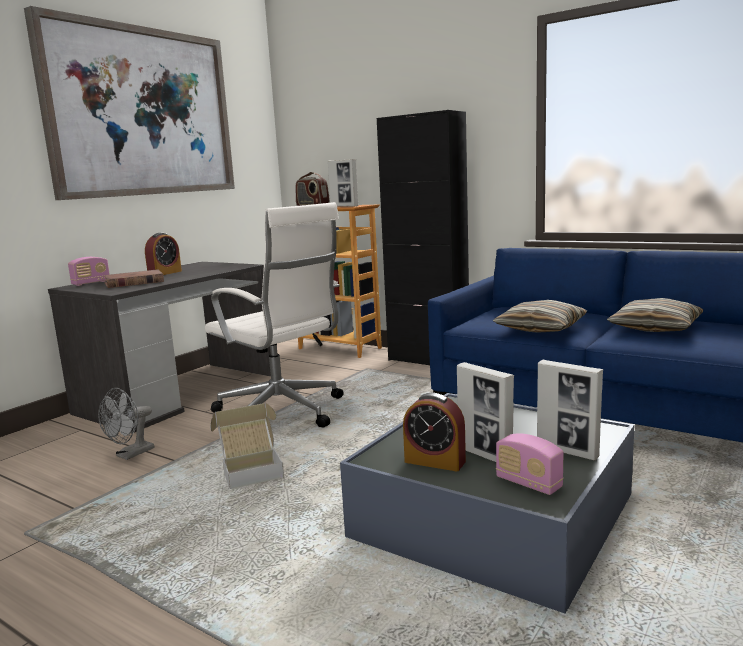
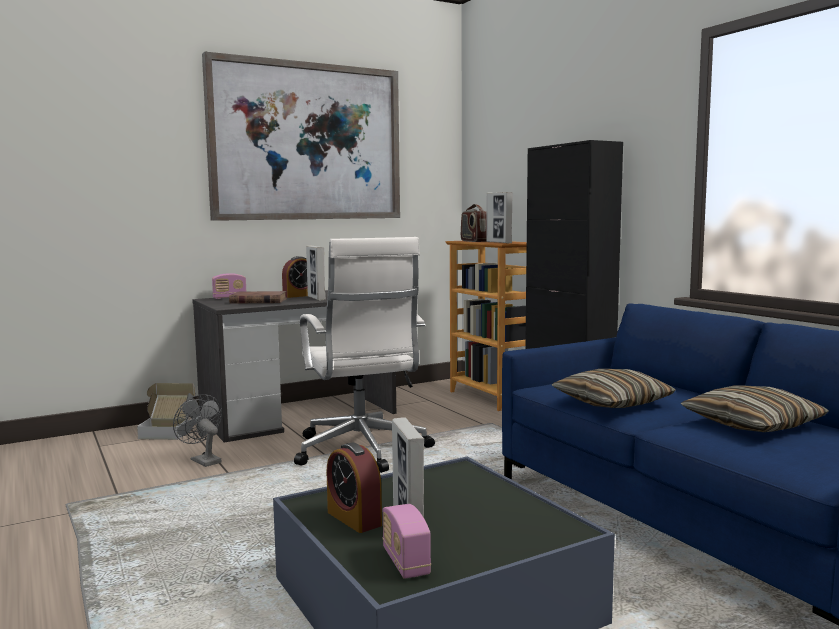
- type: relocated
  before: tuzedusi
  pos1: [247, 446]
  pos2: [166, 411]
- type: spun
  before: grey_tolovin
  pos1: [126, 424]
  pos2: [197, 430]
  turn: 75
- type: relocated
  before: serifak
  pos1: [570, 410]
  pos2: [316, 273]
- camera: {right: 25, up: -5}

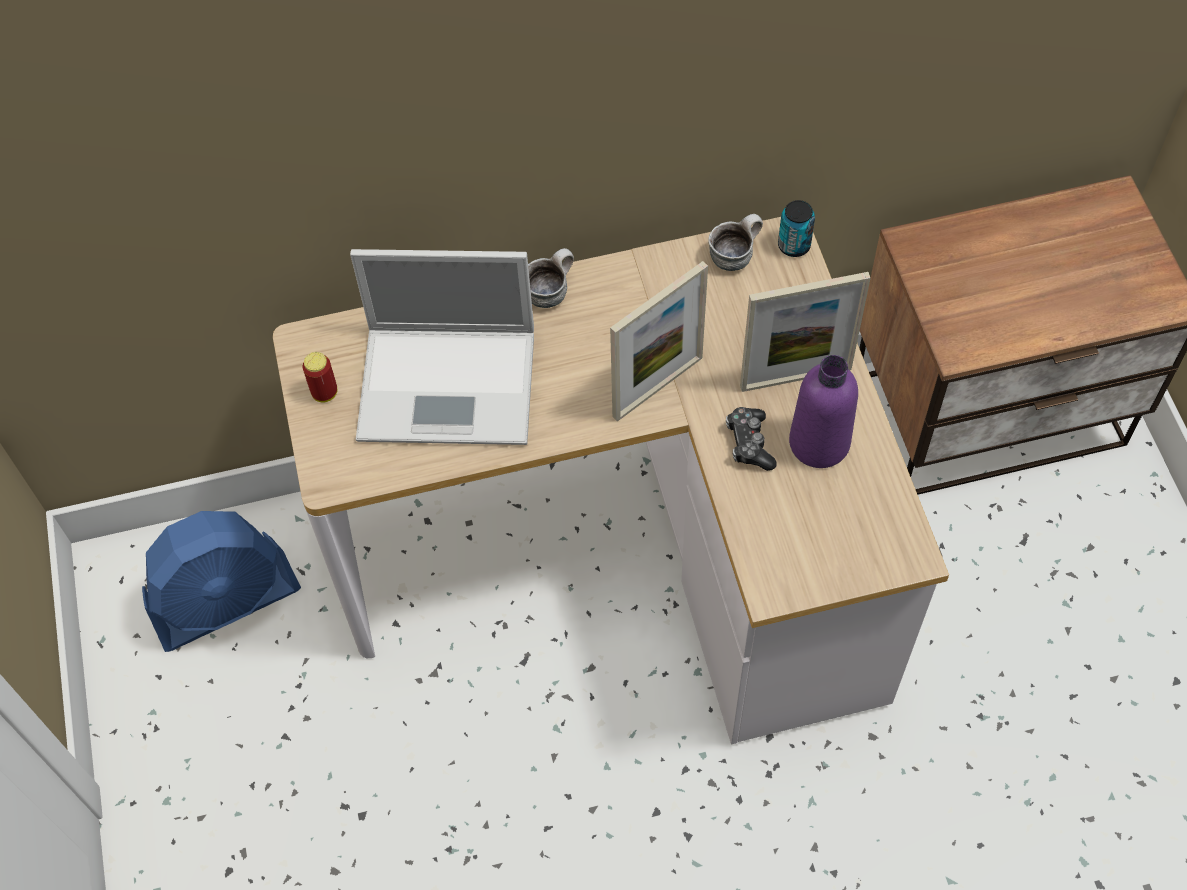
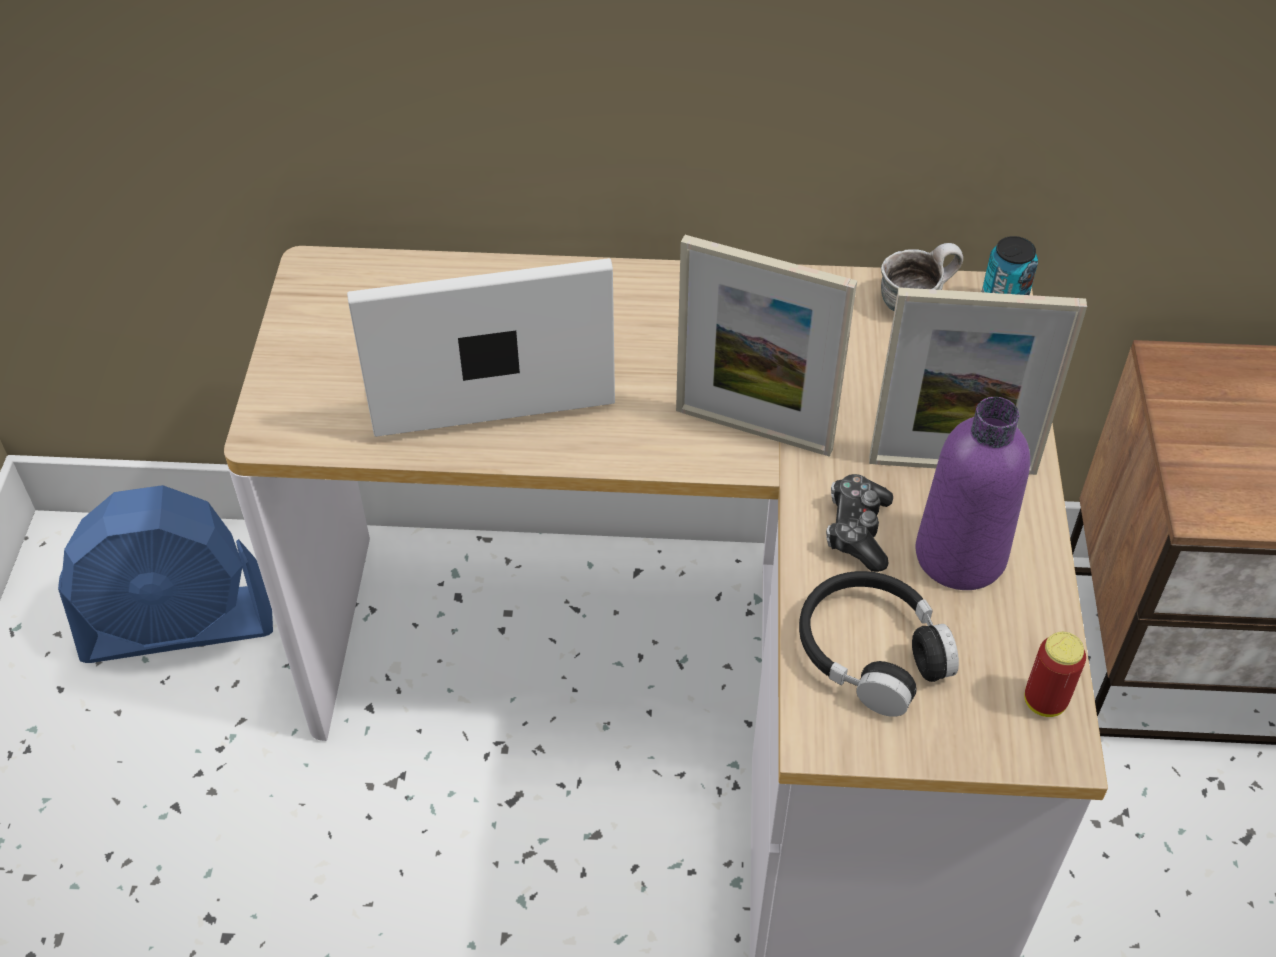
- type: spun
  before: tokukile
  pos1: [442, 347]
  pos2: [481, 347]
  turn: 150
- type: spun
  before: serifak
  pos1: [659, 341]
  pos2: [766, 346]
  turn: 45
- type: appeared
  after: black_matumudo
  pos2: [879, 644]
- type: relocated
  before: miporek
  pos1: [320, 377]
  pos2: [1055, 674]
- type: missing
  before: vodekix
  pos1: [551, 278]
- camera: {right: 15, up: -10}

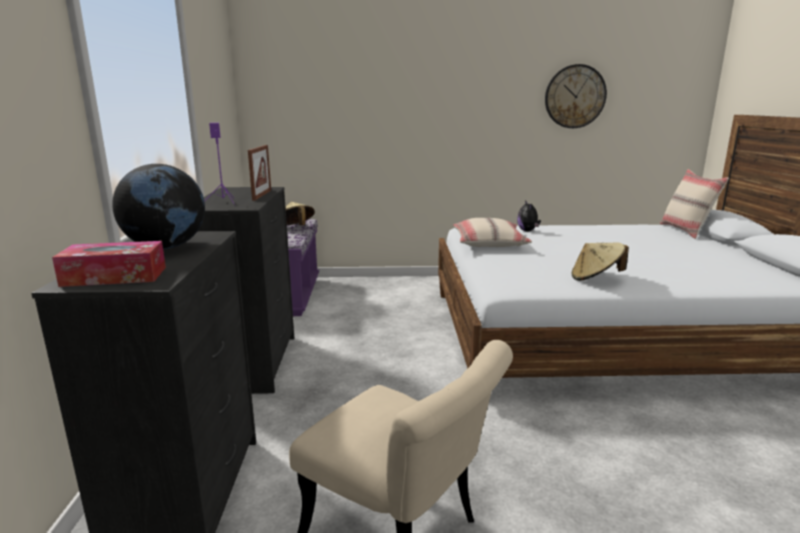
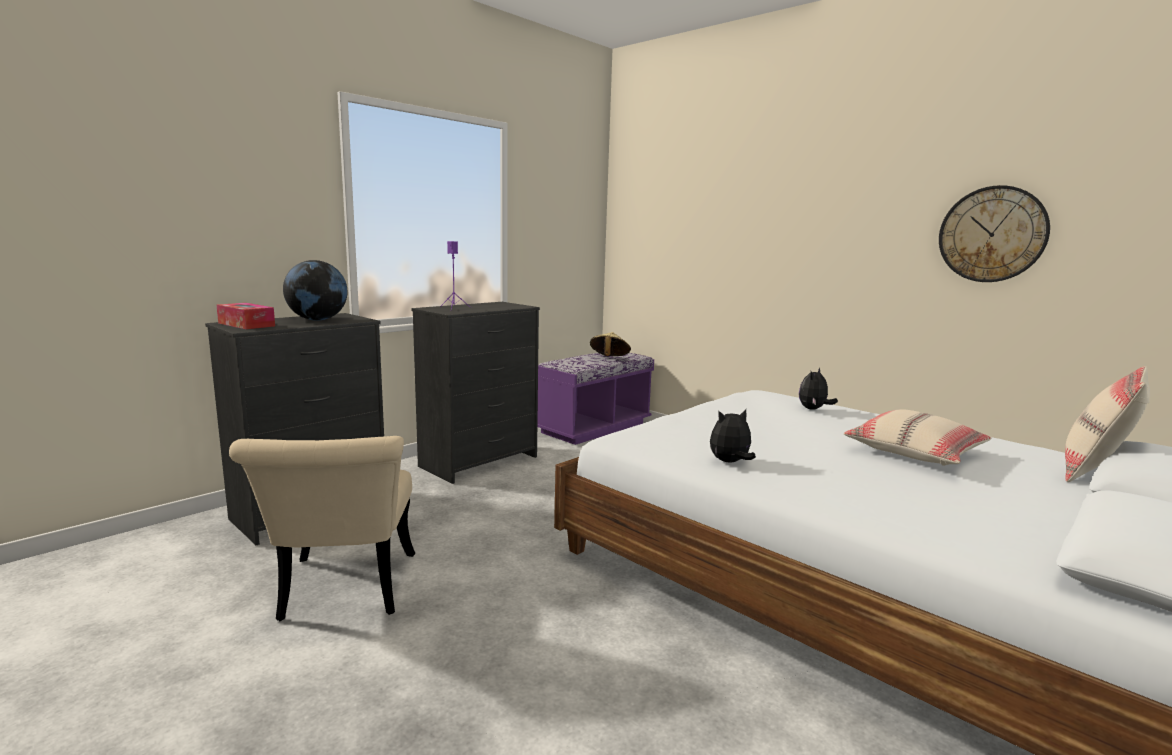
- type: exchanged
  before: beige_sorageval
  after: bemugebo
  pos1: [600, 261]
  pos2: [733, 436]
- type: relocated
  before: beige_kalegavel
  pos1: [492, 232]
  pos2: [917, 437]
- type: missing
  before: serifak
  pos1: [259, 173]
- camera: {right: 45, up: -5}

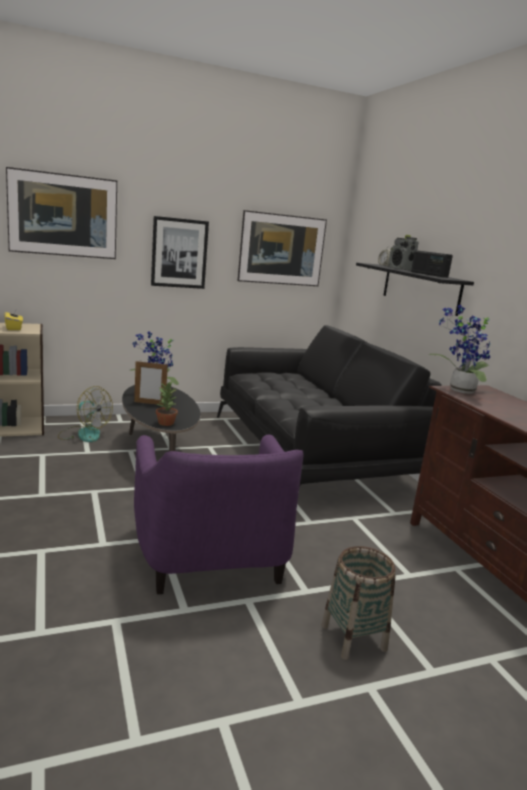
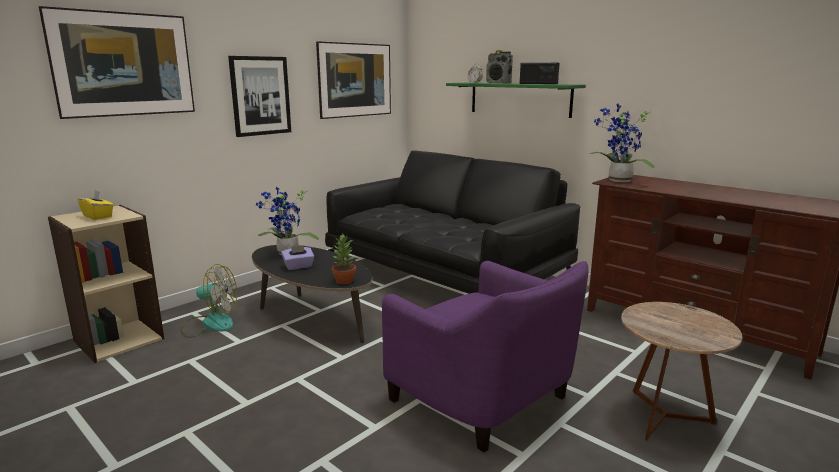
- type: exchanged
  before: serifak
  after: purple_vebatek
  pos1: [151, 383]
  pos2: [297, 257]
- type: colour
  before: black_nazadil
  after: green_nazadil
  pos1: [415, 289]
  pos2: [516, 100]
- type: exchanged
  before: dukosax
  after: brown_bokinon
  pos1: [358, 603]
  pos2: [681, 371]
- camera: {right: -25, up: 0}

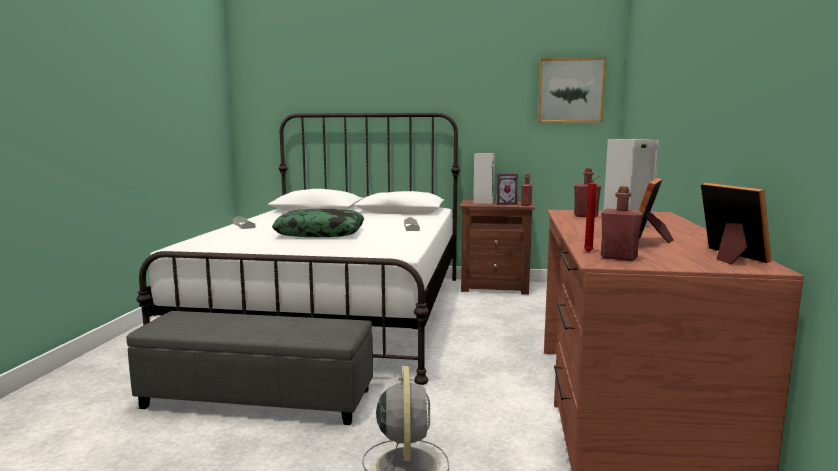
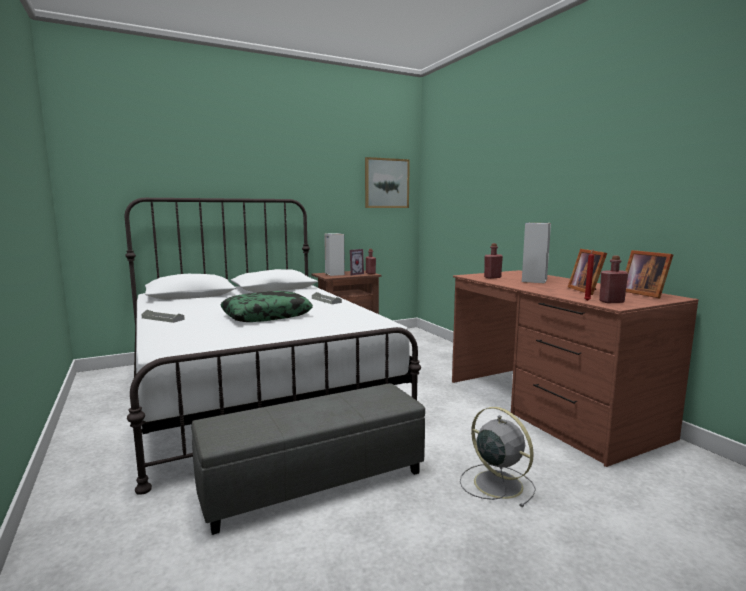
- type: spun
  before: serifak
  pos1: [736, 224]
  pos2: [649, 274]
  turn: -150
- camera: {right: -35, up: 0}

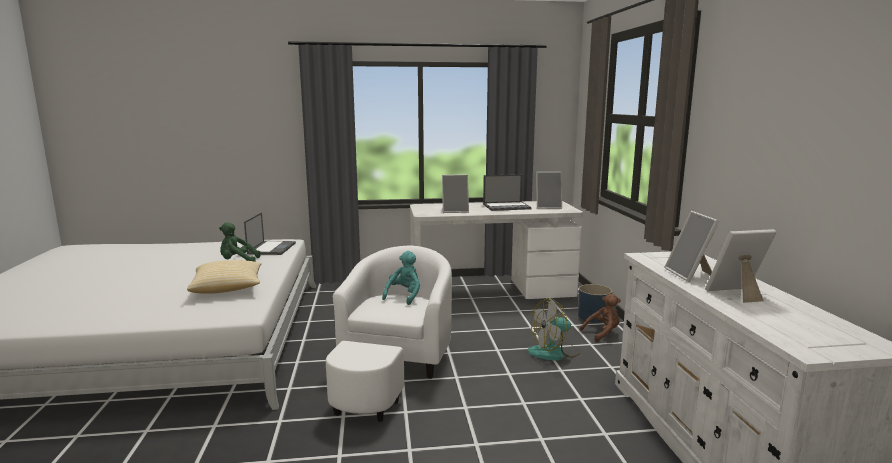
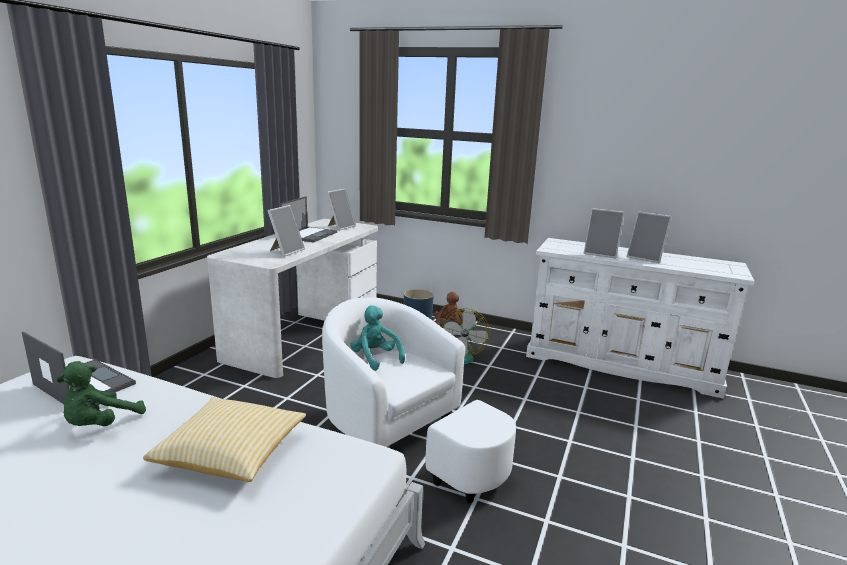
- type: spun
  before: serifak
  pos1: [740, 266]
  pos2: [649, 237]
  turn: -75
- camera: {right: -60, up: 5}

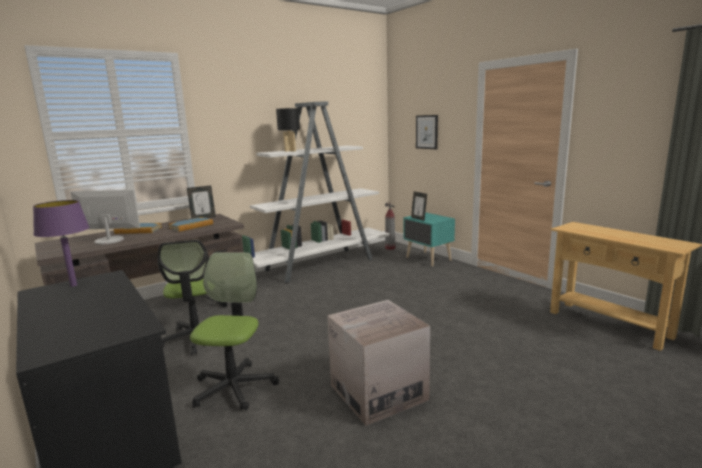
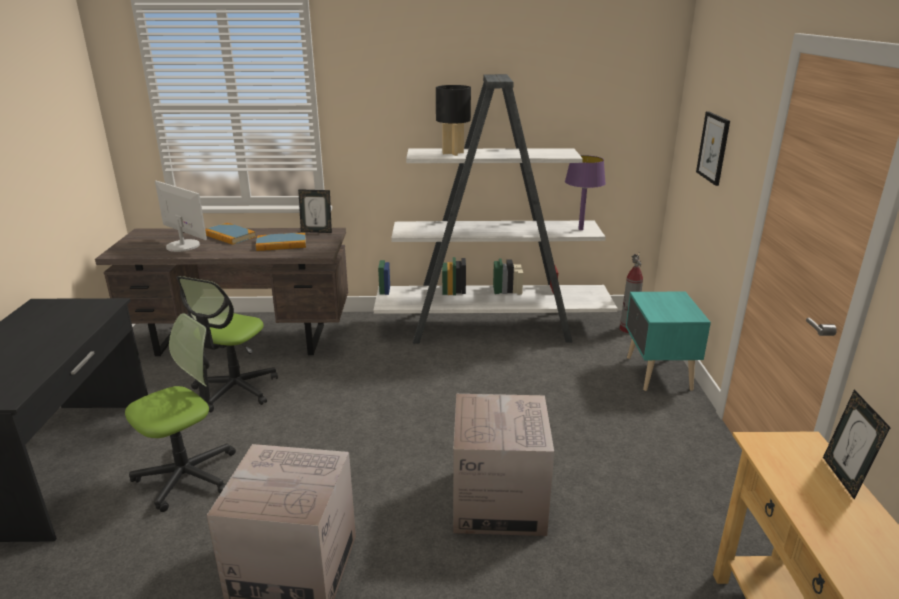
- type: appeared
  after: tuzedusi
  pos2: [503, 465]
- type: relocated
  before: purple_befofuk
  pos1: [61, 243]
  pos2: [585, 192]
- type: relocated
  before: serifak
  pos1: [419, 206]
  pos2: [857, 444]
- camera: {right: 35, up: 10}

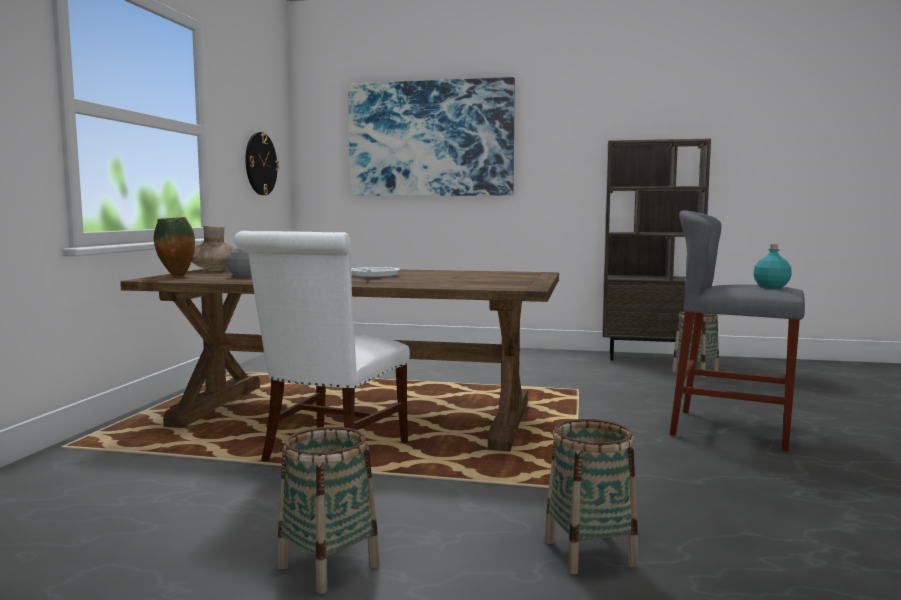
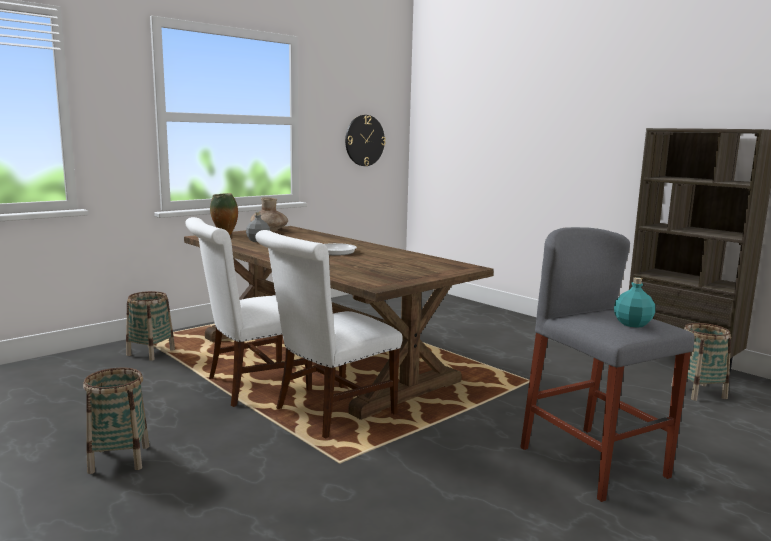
- type: relocated
  before: dukosax
  pos1: [591, 496]
  pos2: [150, 326]
- type: appeared
  after: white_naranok
  pos2: [329, 334]
- type: missing
  before: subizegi
  pos1: [431, 136]
- camera: {right: 35, up: 5}

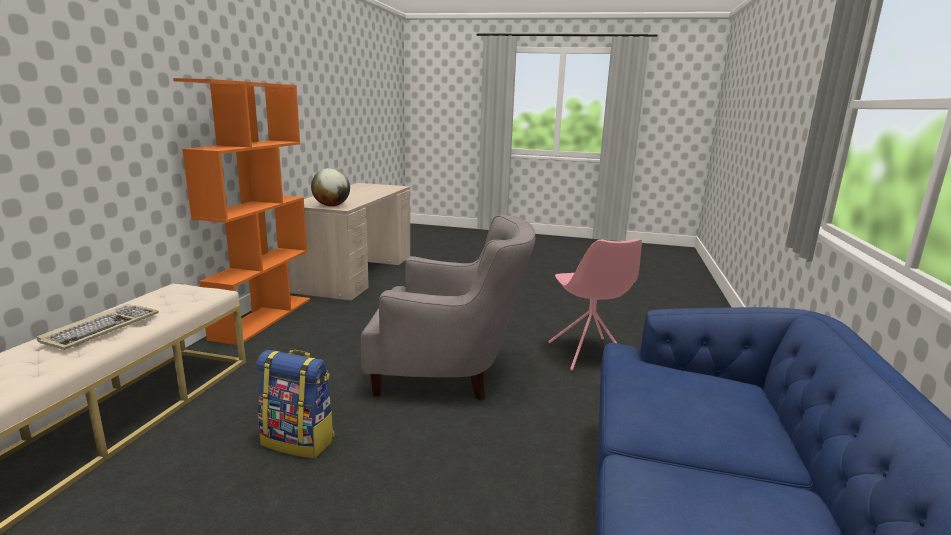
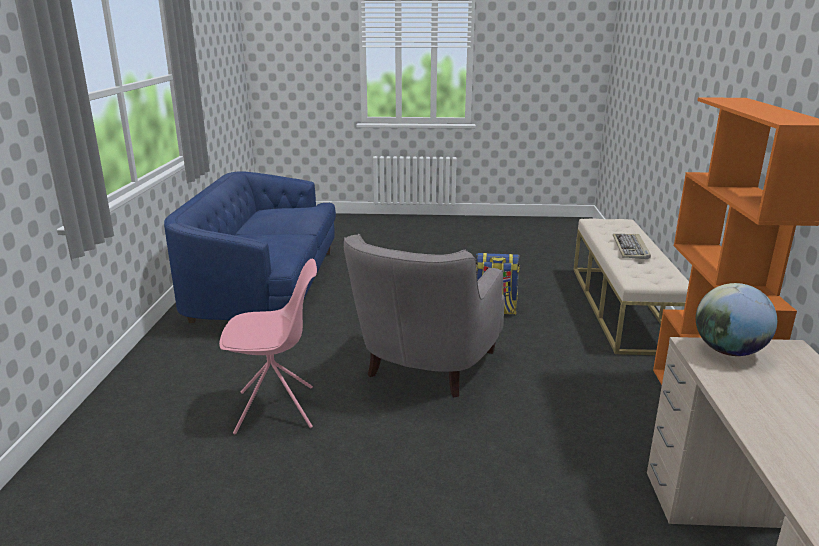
- type: spun
  before: pink_naranok
  pos1: [595, 305]
  pos2: [268, 346]
  turn: 105
- type: spun
  before: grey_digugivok
  pos1: [448, 308]
  pos2: [424, 315]
  turn: -60
- camera: {right: 170, up: 5}

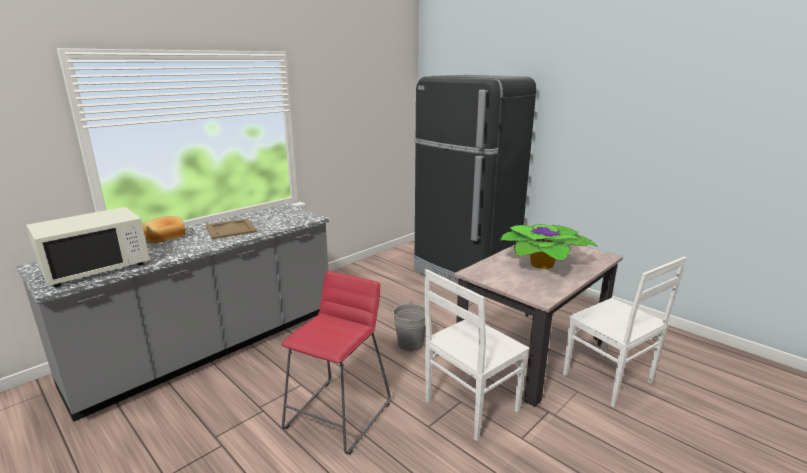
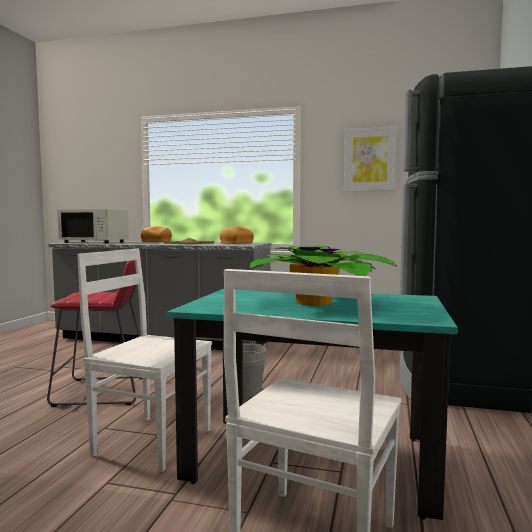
- type: colour
  before: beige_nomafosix
  after: turquoise_nomafosix
  pos1: [538, 325]
  pos2: [312, 404]
- type: appeared
  after: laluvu
  pos2: [237, 235]
- type: appeared
  after: subizegi
  pos2: [370, 159]
- camera: {right: 60, up: -15}

